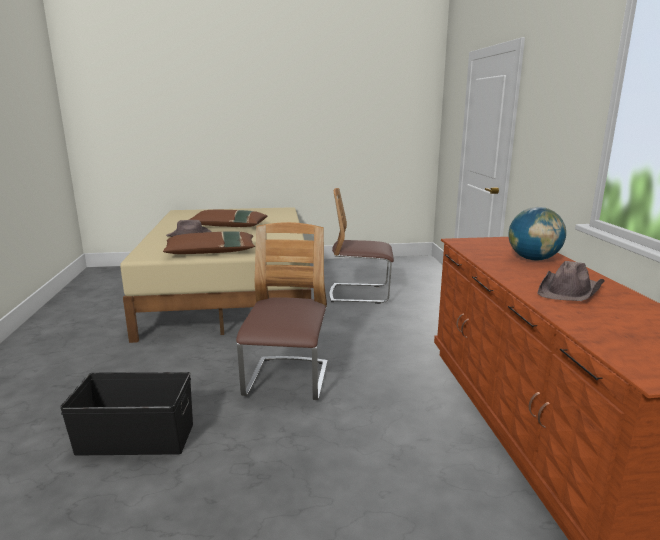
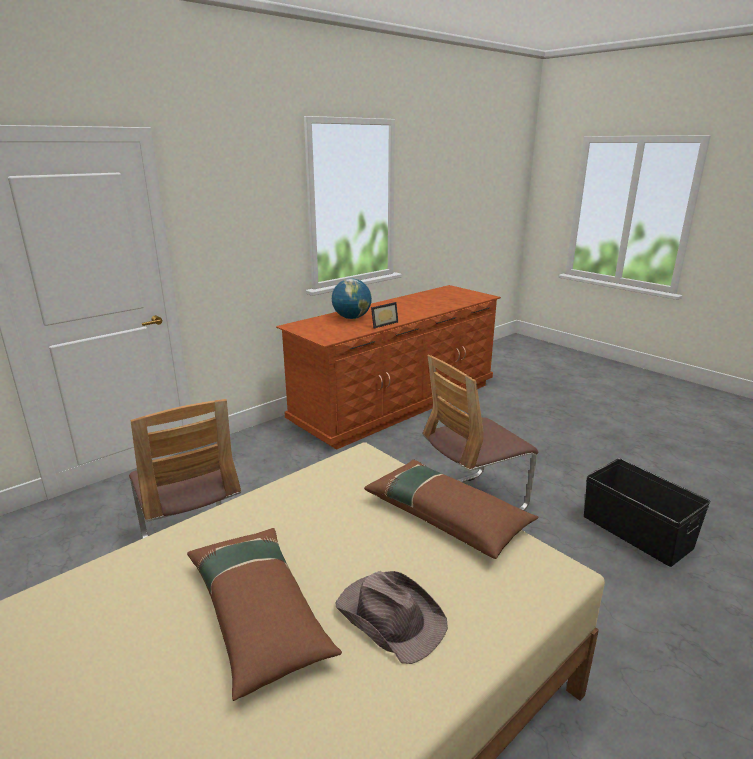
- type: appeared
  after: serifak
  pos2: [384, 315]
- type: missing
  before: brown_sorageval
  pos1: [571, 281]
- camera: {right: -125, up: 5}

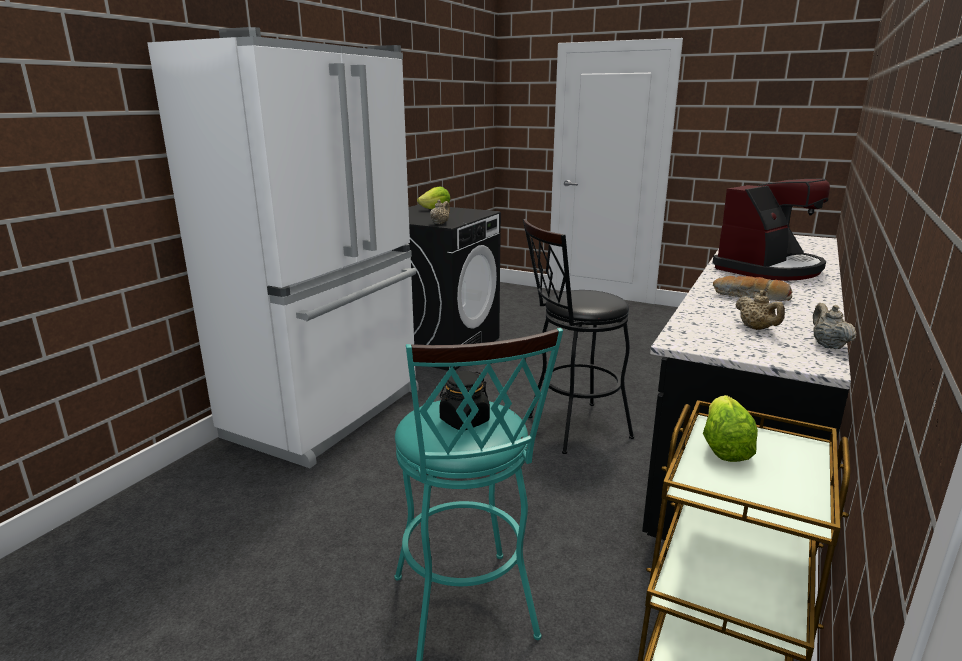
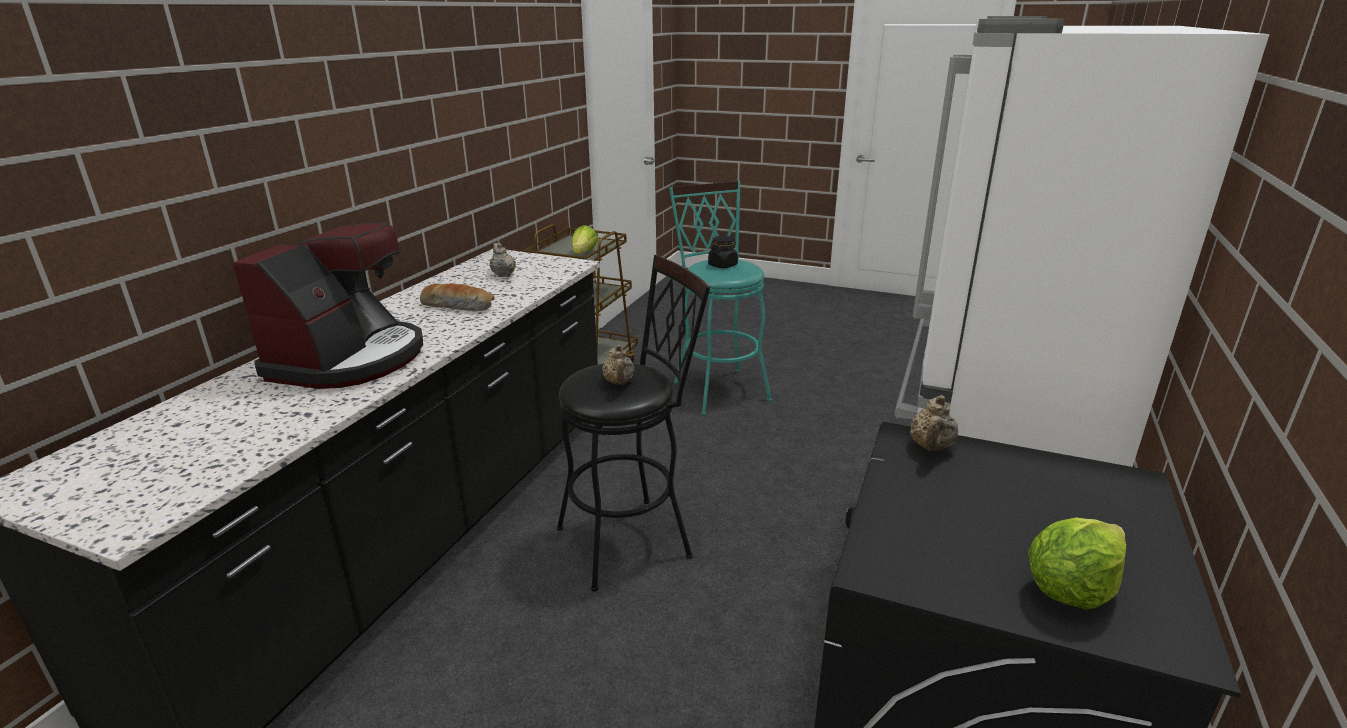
- type: spun
  before: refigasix
  pos1: [771, 230]
  pos2: [327, 305]
  turn: 150
- type: relocated
  before: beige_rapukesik
  pos1: [834, 326]
  pos2: [618, 364]
- camera: {right: 175, up: 5}

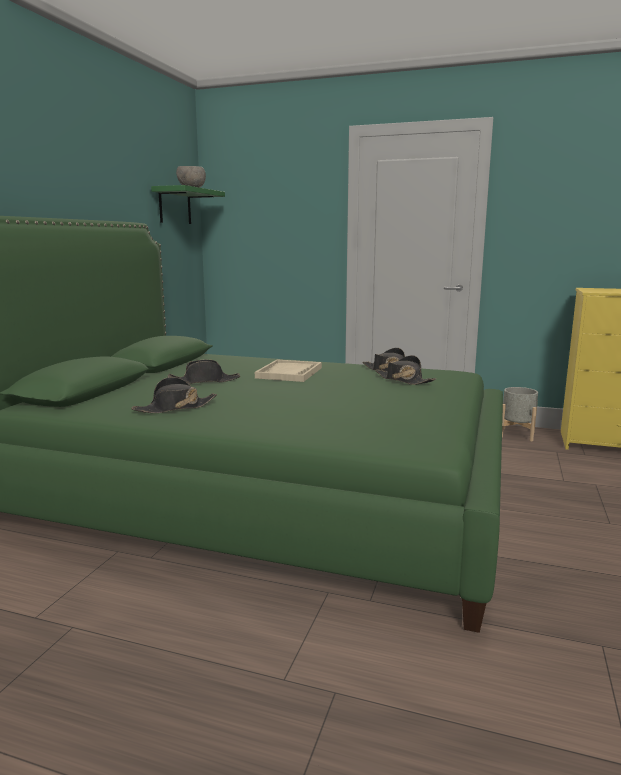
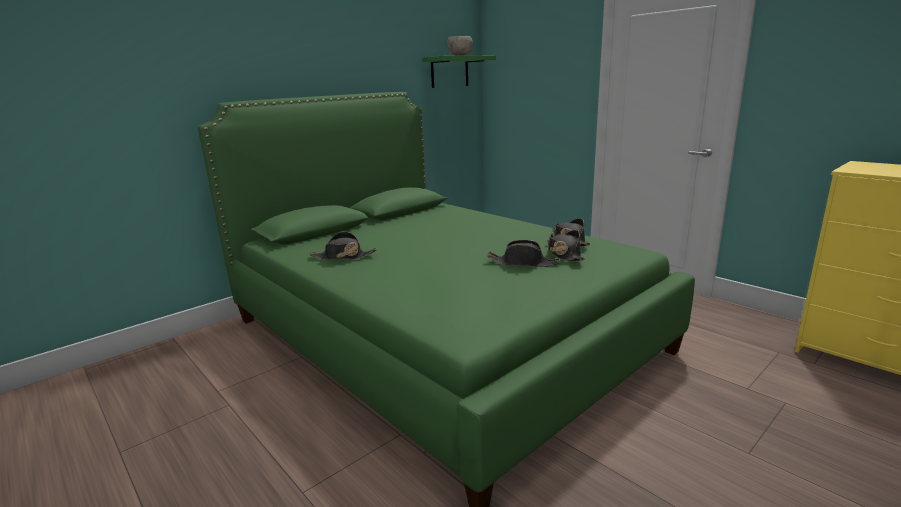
- type: relocated
  before: black_sorageval
  pos1: [204, 372]
  pos2: [524, 253]
- type: missing
  before: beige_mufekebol
  pos1: [288, 371]
- type: missing
  before: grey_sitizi
  pos1: [520, 414]
- camera: {right: 30, up: 5}

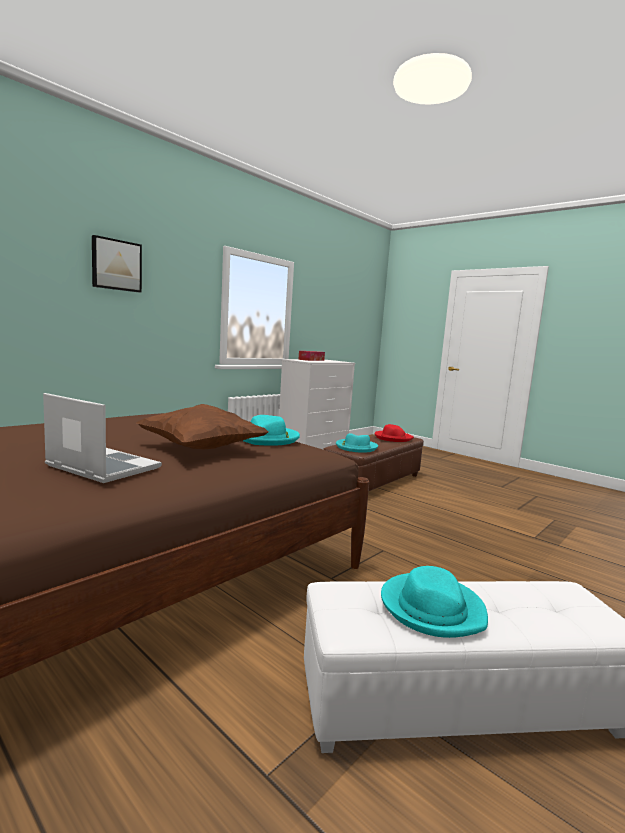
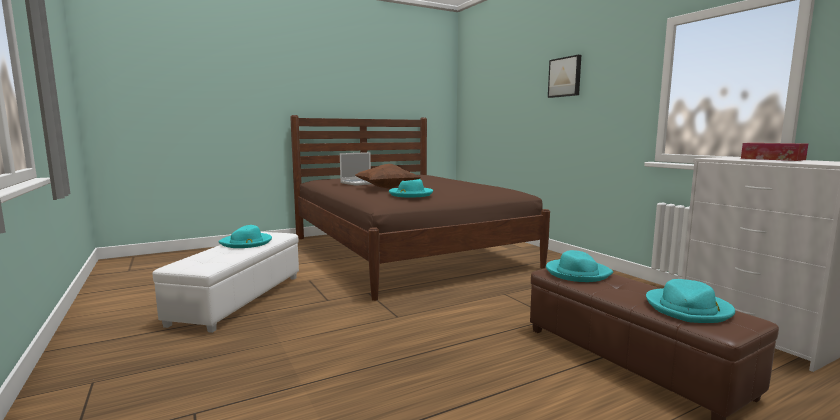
- type: colour
  before: red_sorageval
  after: turquoise_sorageval
  pos1: [394, 433]
  pos2: [690, 301]
- camera: {right: 110, up: 0}

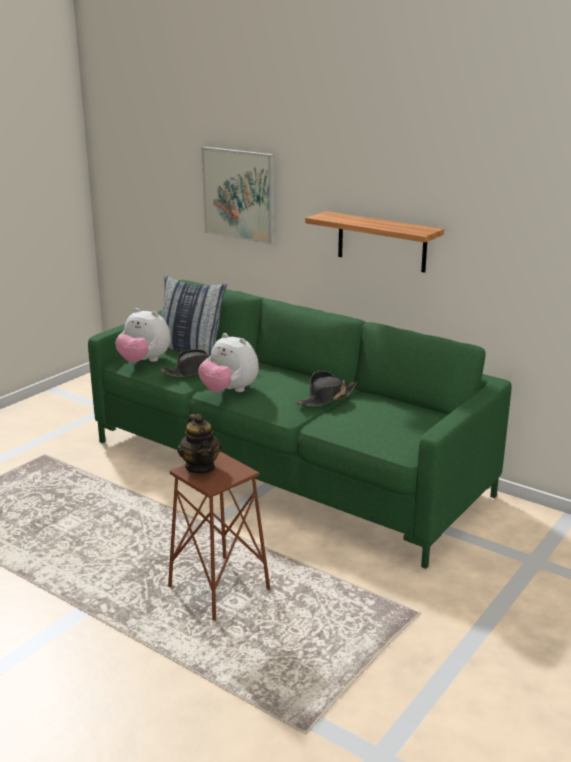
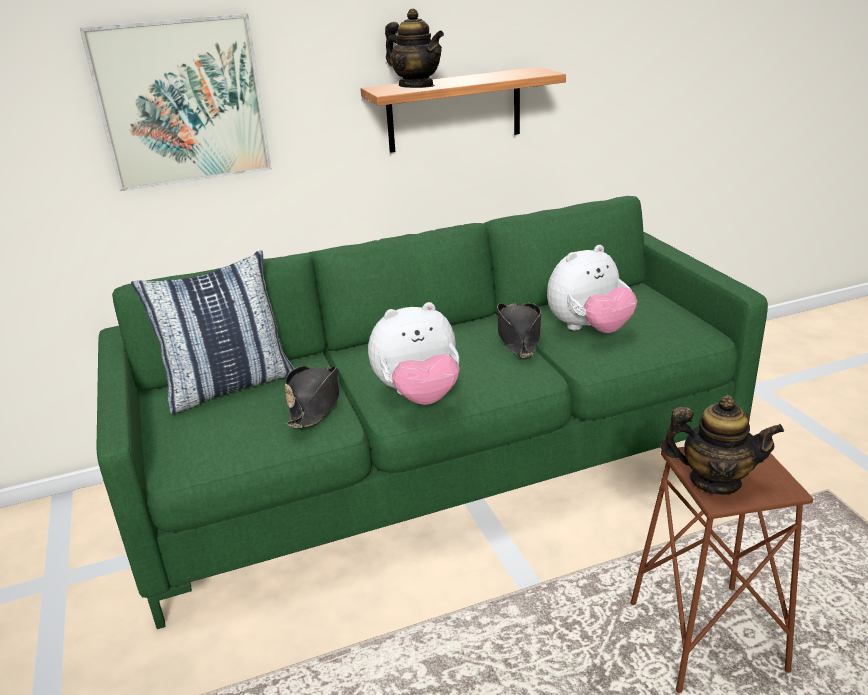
- type: appeared
  after: rapukesik
  pos2: [414, 48]
- type: relocated
  before: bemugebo
  pos1: [143, 335]
  pos2: [592, 289]
- camera: {right: -55, up: 5}

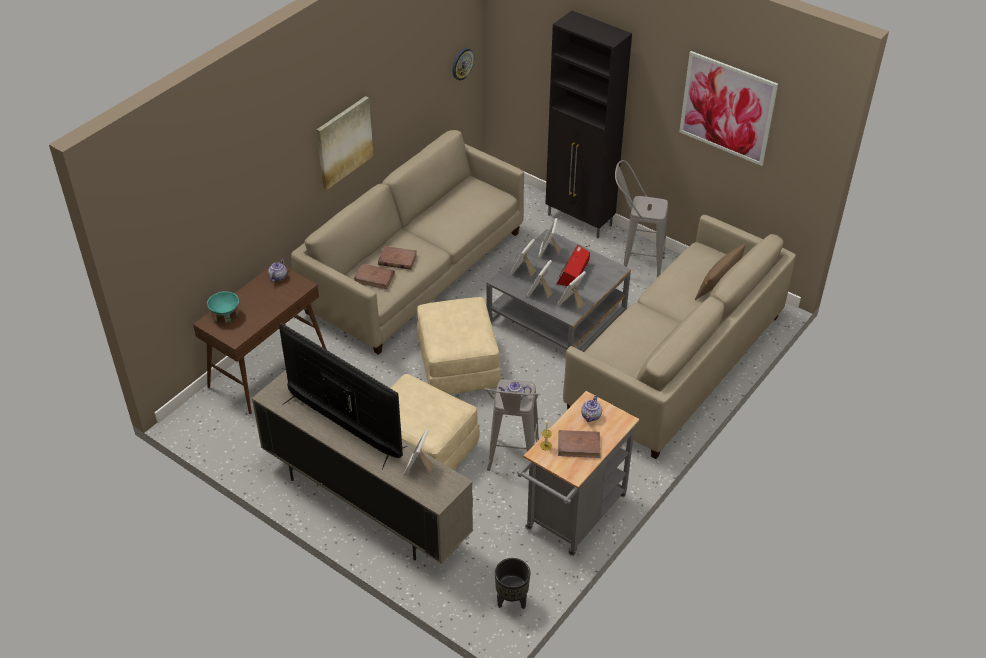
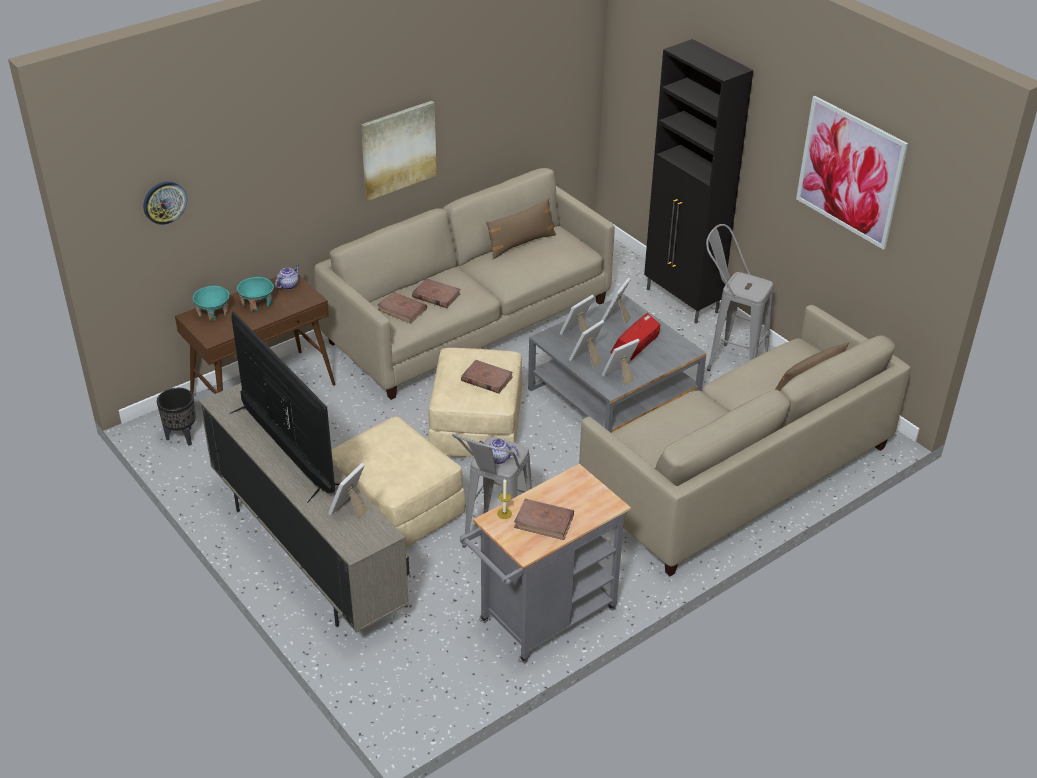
- type: relocated
  before: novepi
  pos1: [463, 64]
  pos2: [165, 203]
- type: relocated
  before: black_sitizi
  pos1: [512, 583]
  pos2: [176, 417]
- type: appeared
  after: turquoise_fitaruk
  pos2: [255, 294]
- type: appeared
  after: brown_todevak
  pos2: [487, 377]
- type: appeared
  after: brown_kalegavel
  pos2: [521, 228]
- type: missing
  before: rapukesik
  pos1: [591, 408]
- camera: {right: 15, up: -5}

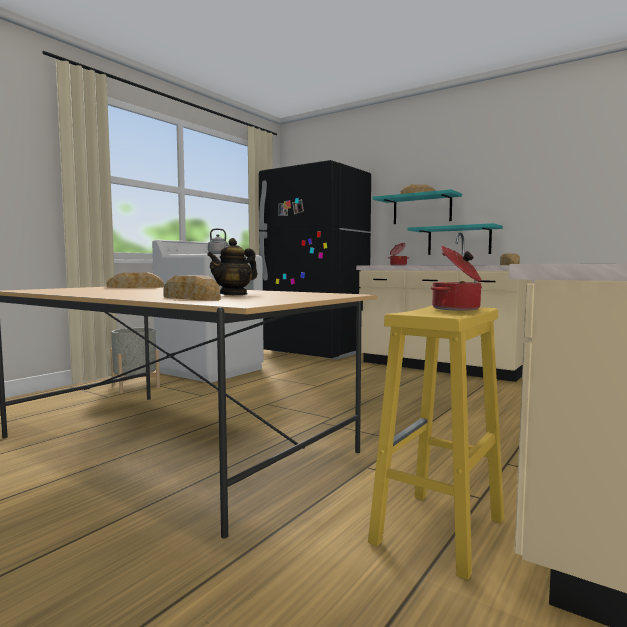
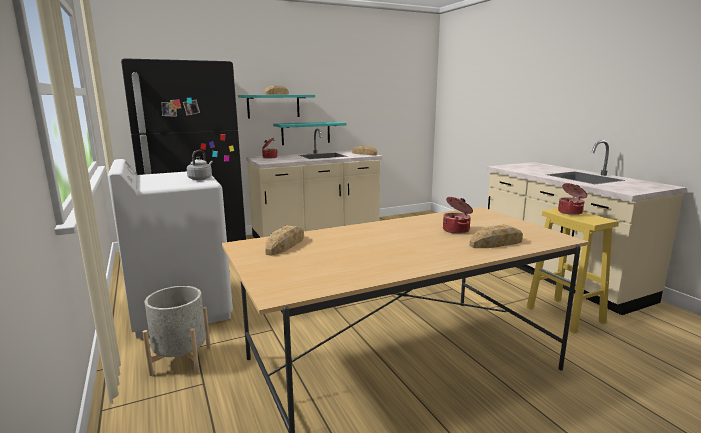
- type: exchanged
  before: rapukesik
  after: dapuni
  pos1: [232, 266]
  pos2: [458, 215]
- camera: {right: -60, up: 10}

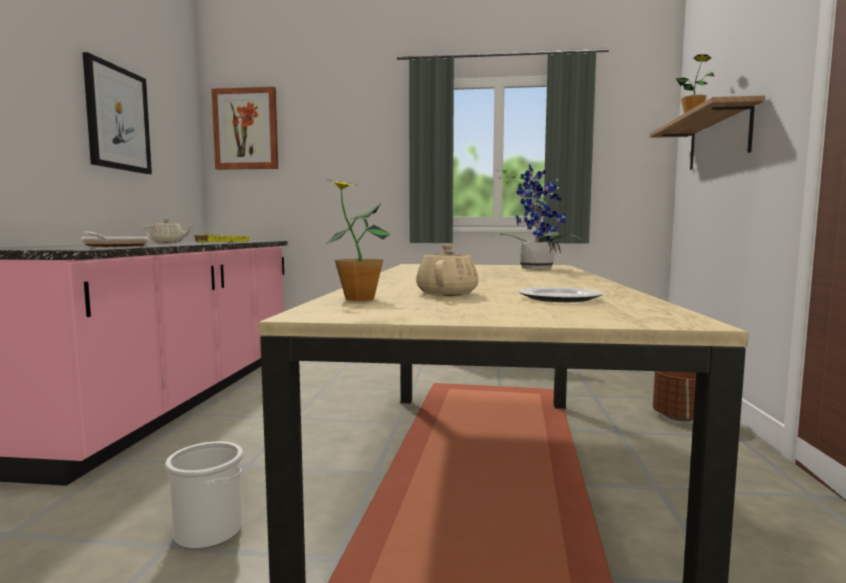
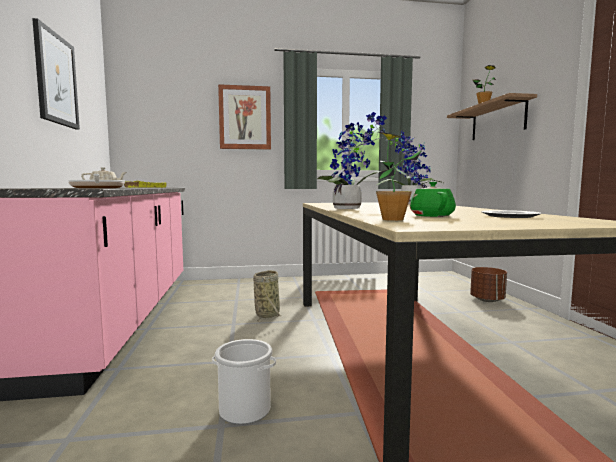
- type: relocated
  before: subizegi
  pos1: [245, 128]
  pos2: [244, 117]
- type: appeared
  after: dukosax
  pos2: [267, 296]
- type: appeared
  after: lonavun
  pos2: [352, 160]
- type: colour
  before: beige_rapukesik
  after: green_rapukesik
  pos1: [447, 270]
  pos2: [433, 199]
- camera: {right: -15, up: 0}

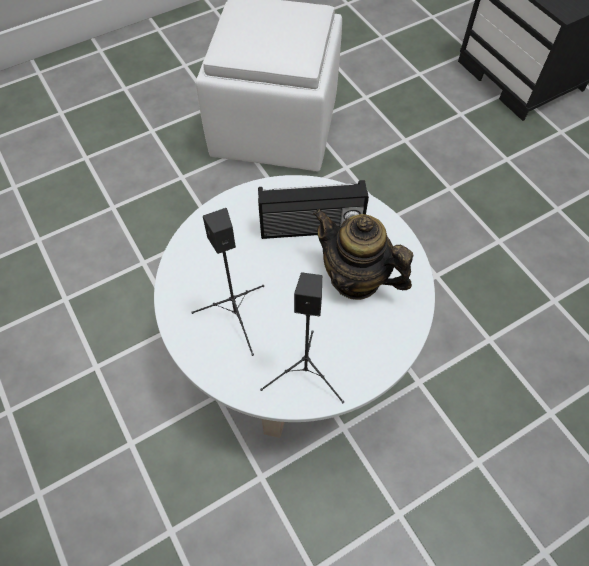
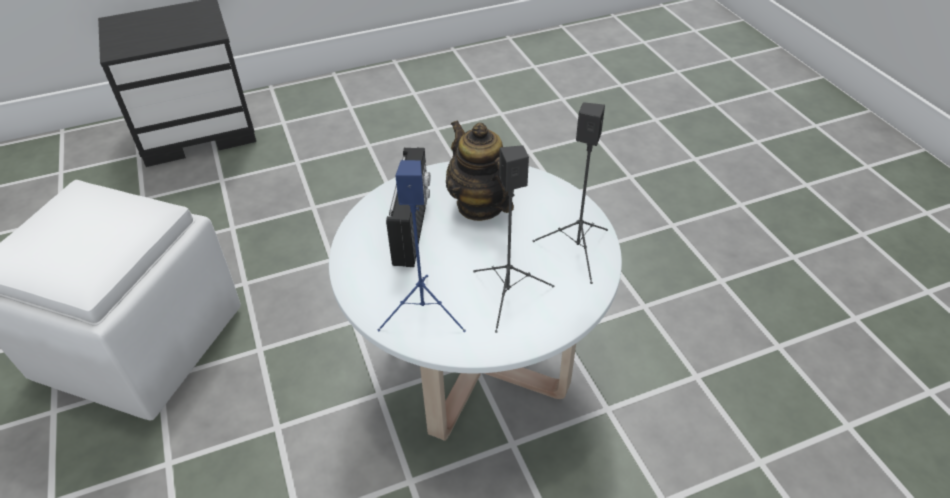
- type: appeared
  after: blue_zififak
  pos2: [422, 246]
- type: spun
  before: rapukesik
  pos1: [363, 254]
  pos2: [480, 170]
  turn: 105
- camera: {right: -80, up: -15}

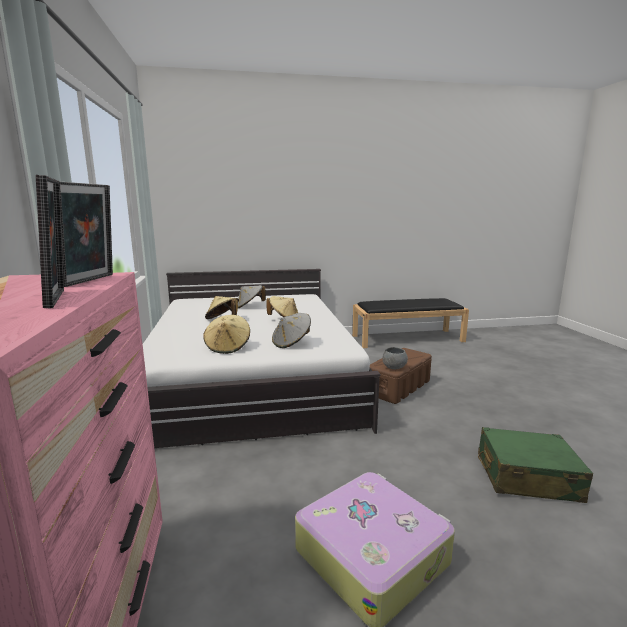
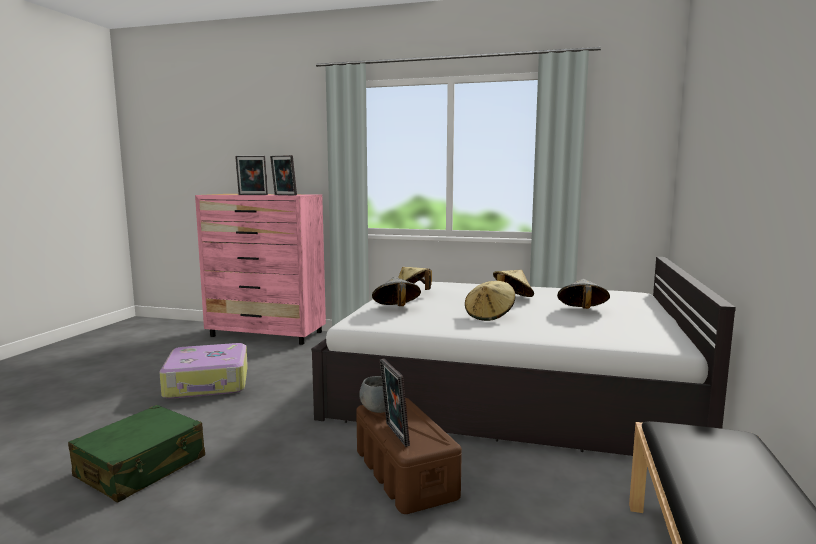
- type: appeared
  after: serifak
  pos2: [395, 402]
- camera: {right: 115, up: -5}

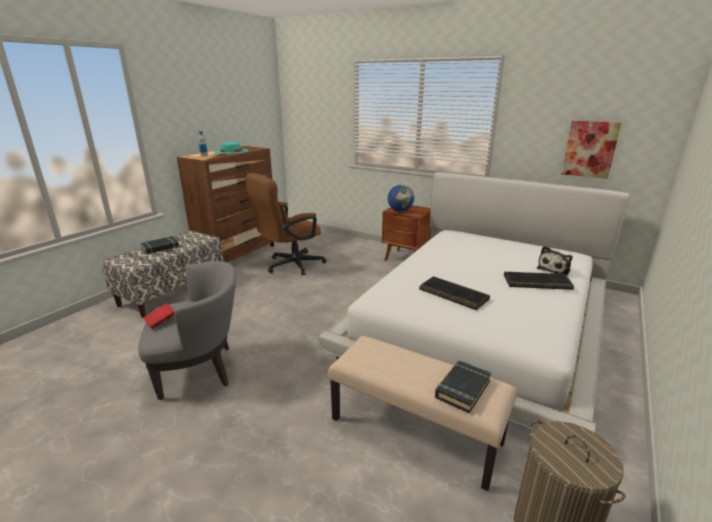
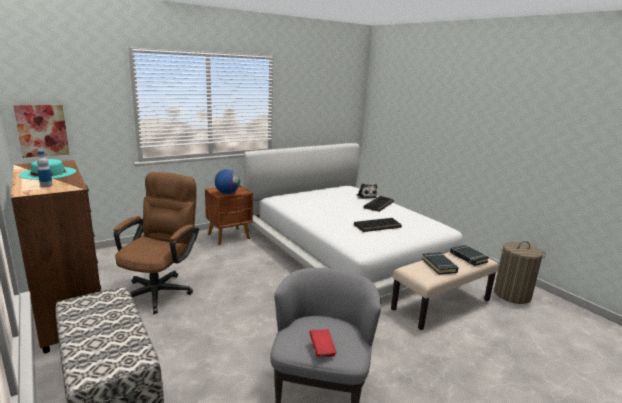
- type: relocated
  before: subizegi
  pos1: [591, 150]
  pos2: [41, 131]
- type: spun
  before: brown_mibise
  pos1: [286, 224]
  pos2: [156, 243]
  turn: -150
- type: relocated
  before: black_todevak
  pos1: [159, 245]
  pos2: [440, 264]
- camera: {right: -65, up: -5}

